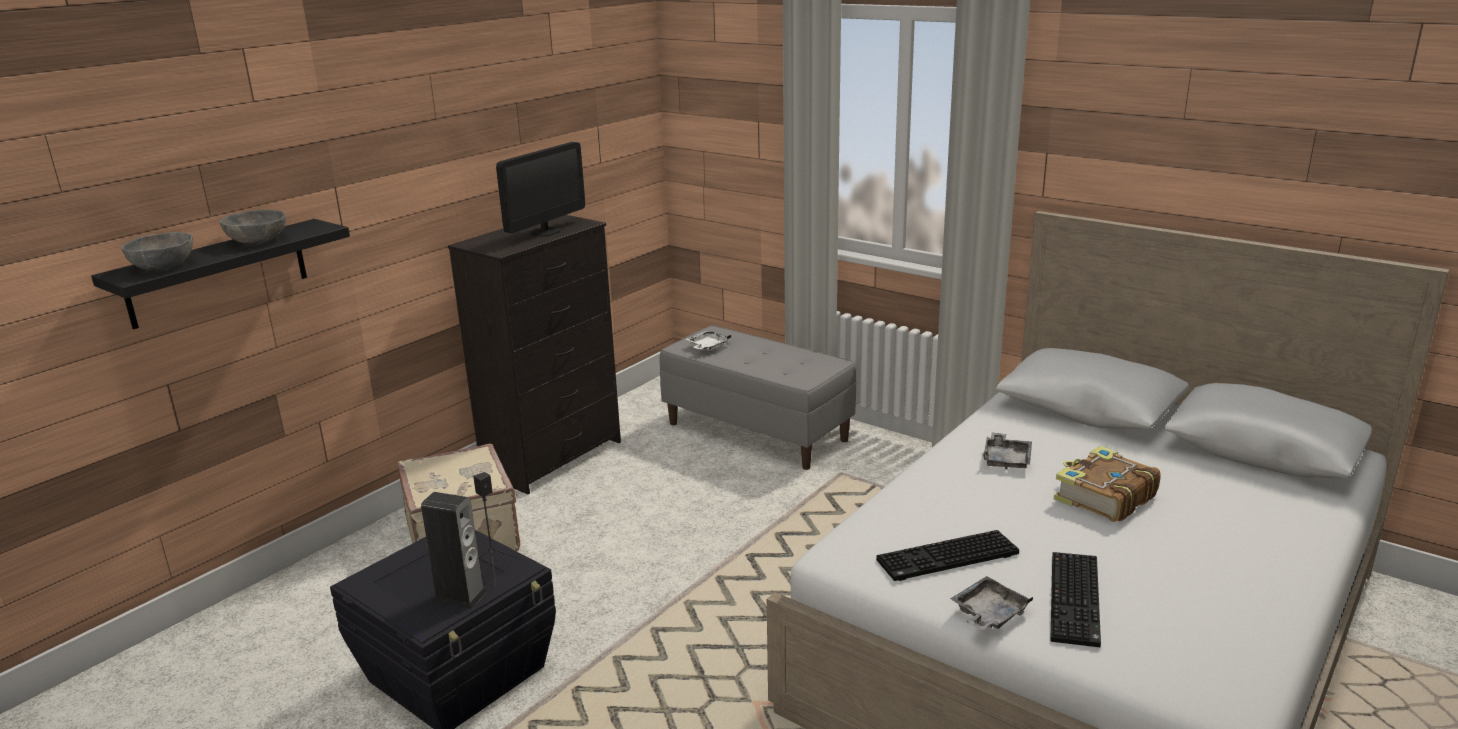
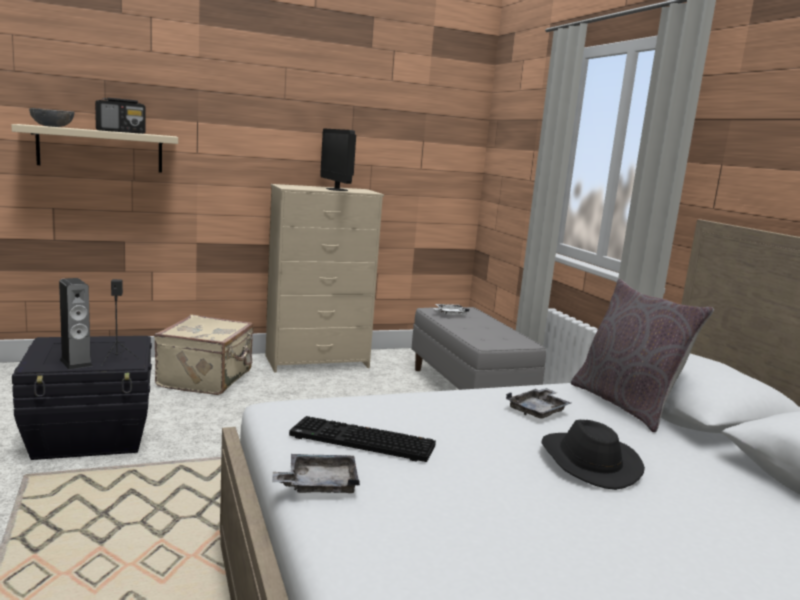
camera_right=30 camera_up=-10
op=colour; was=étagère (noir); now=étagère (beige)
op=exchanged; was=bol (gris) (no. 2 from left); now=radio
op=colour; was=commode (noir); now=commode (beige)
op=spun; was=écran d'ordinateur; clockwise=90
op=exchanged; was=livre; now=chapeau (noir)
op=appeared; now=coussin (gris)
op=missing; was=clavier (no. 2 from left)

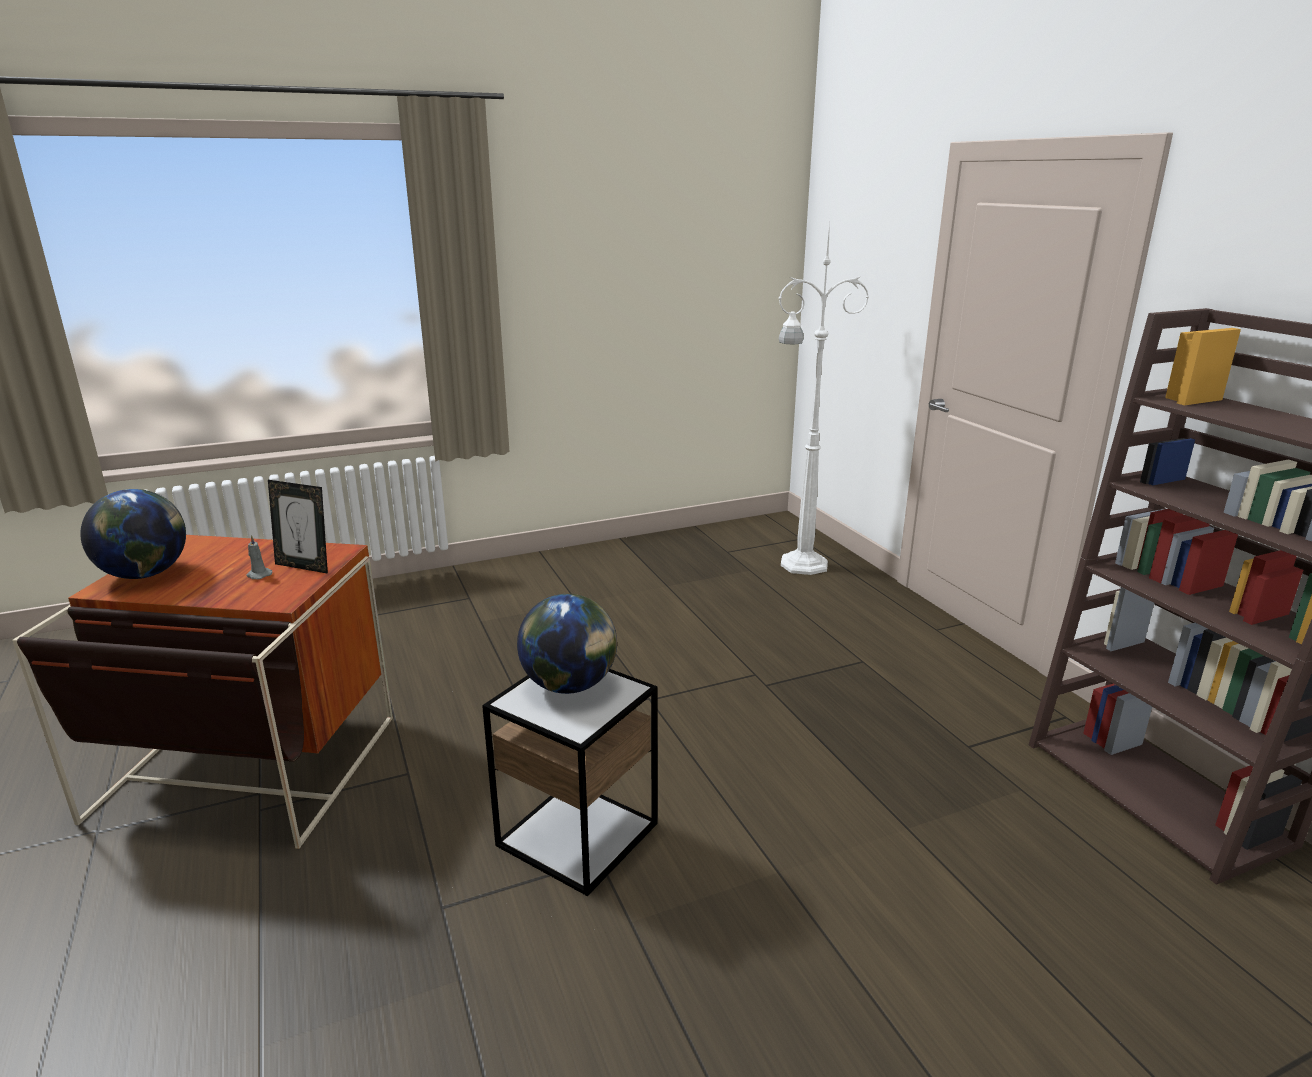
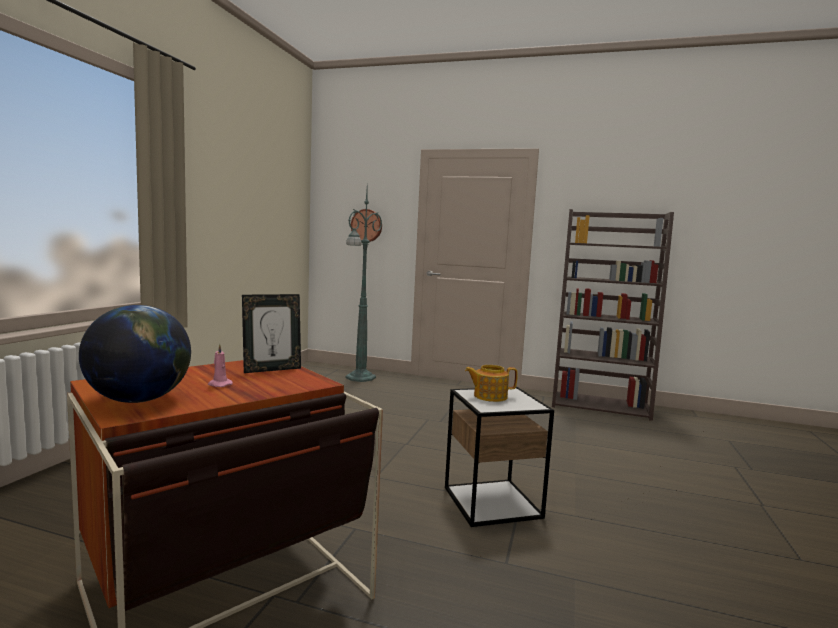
camera_right=-50 camera_up=-15
op=appeared; now=bougie (rose)
op=colour; was=lampadaire (blanc); now=lampadaire (vert)
op=appeared; now=horloge murale
op=exchanged; was=globe (no. 2 from left); now=théière
op=missing; was=bougie (gris)

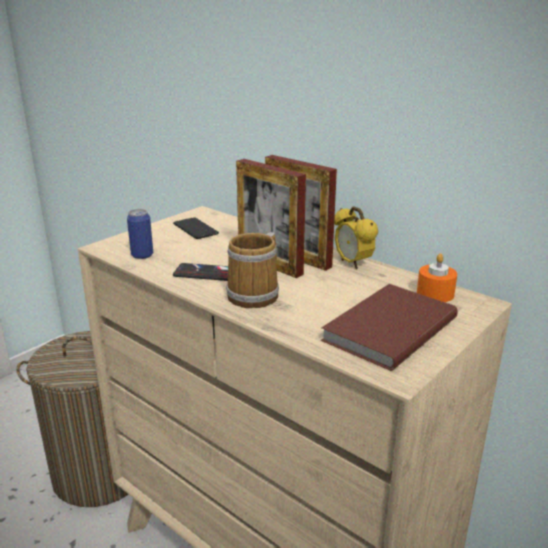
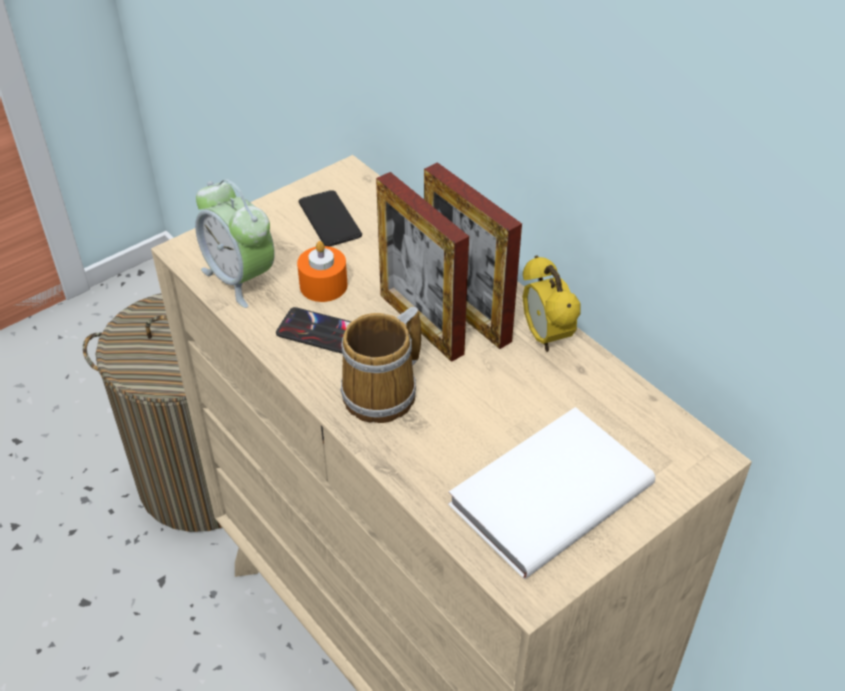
camera_right=10 camera_up=20
op=exchanged; was=boîte métallique; now=réveil (no. 1 from left)
op=relocated; was=bougie (orange)
op=colour; was=livre (marron); now=livre (blanc)

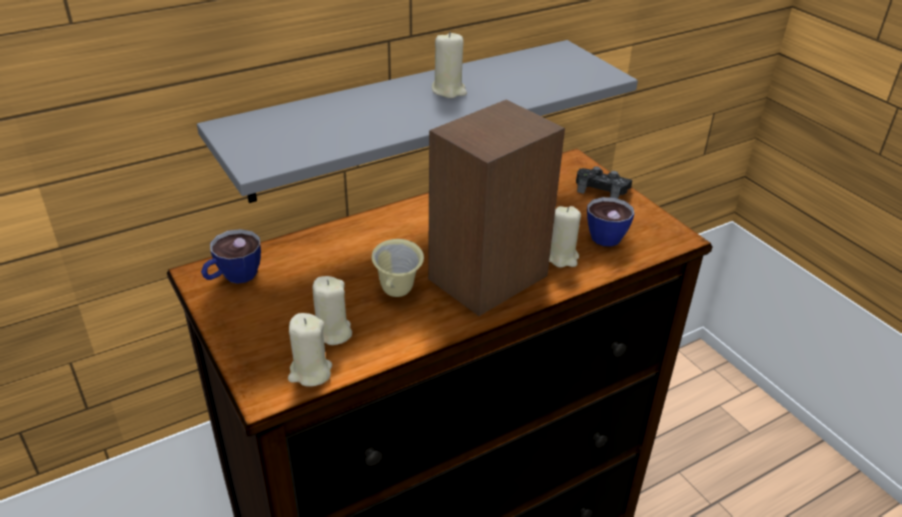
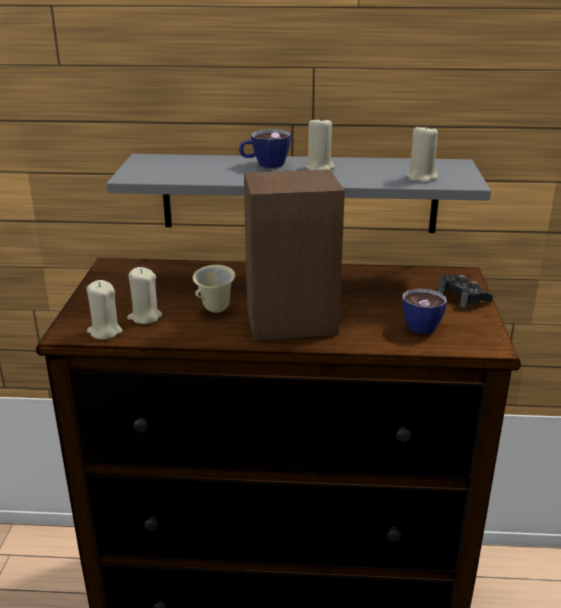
camera_right=35 camera_up=-10
op=relocated; was=tasse (no. 1 from left)
op=relocated; was=bougie (beige) (no. 4 from left)

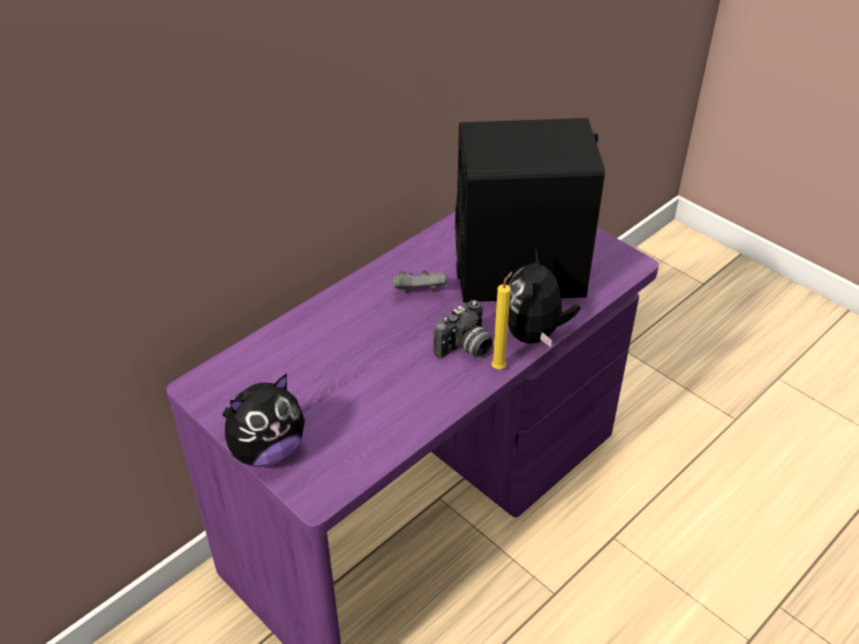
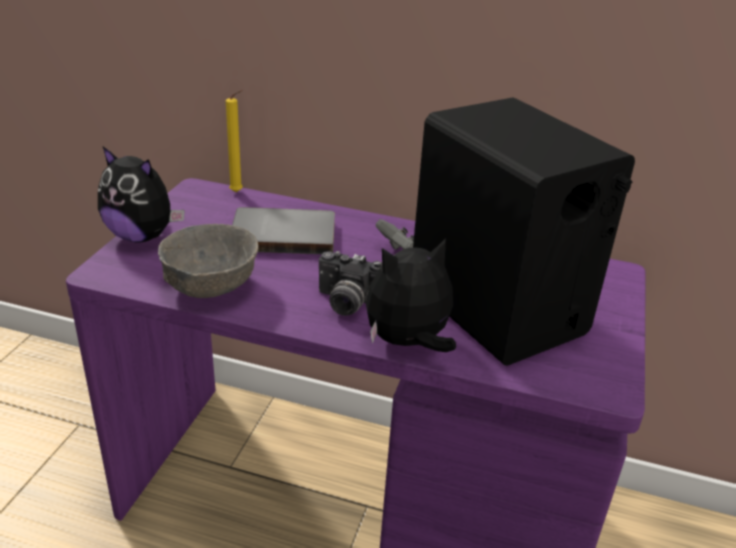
camera_right=60 camera_up=-10
op=appeared; now=bol (gris)
op=relocated; was=bougie (jaune)
op=appeared; now=livre (gris)

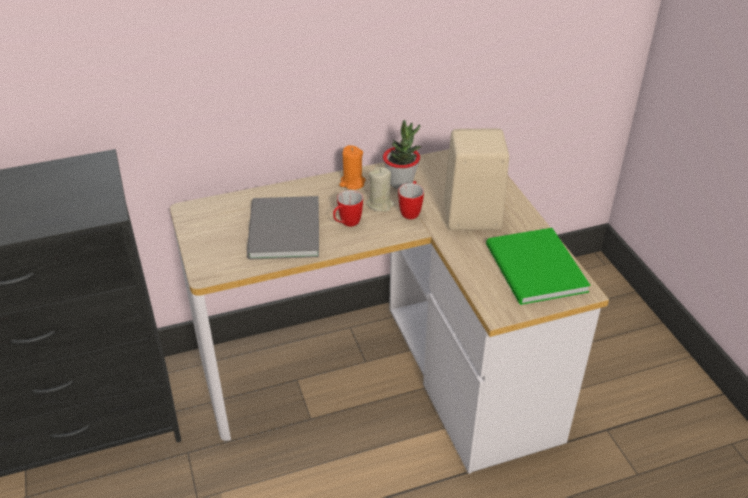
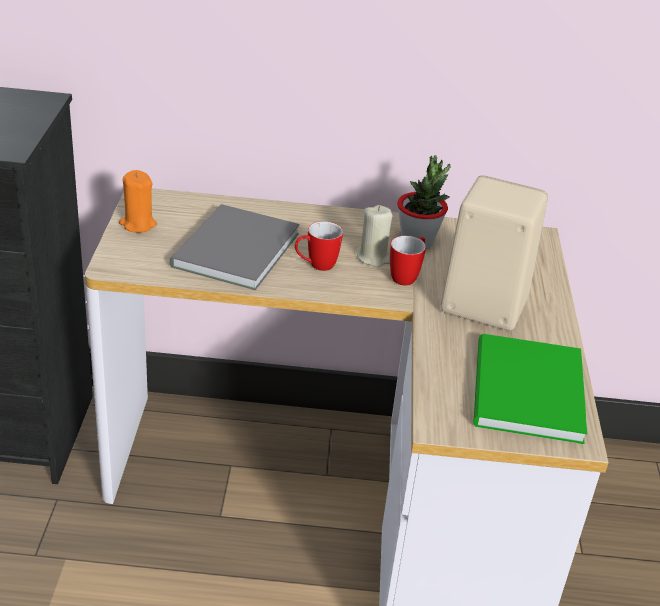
camera_right=20 camera_up=-5
op=relocated; was=bougie (orange)

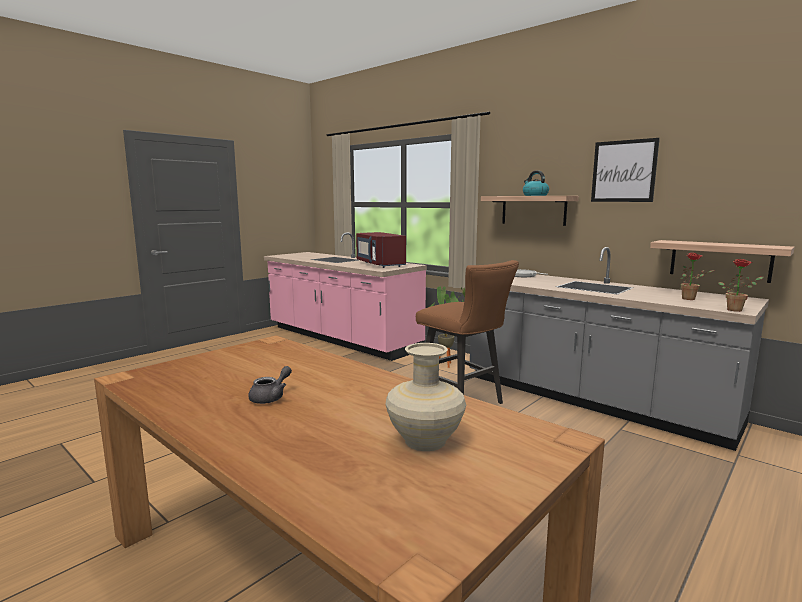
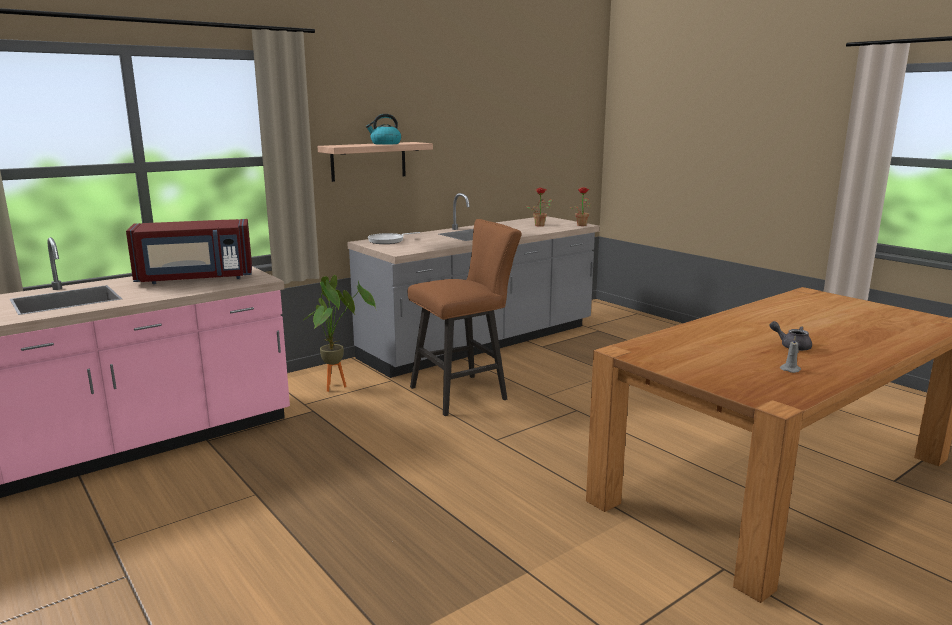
camera_right=-80 camera_up=5
op=appeared; now=bougie (gris)
op=missing; was=vase (beige)
op=missing; was=tableau
op=missing; was=étagère (no. 2 from left)

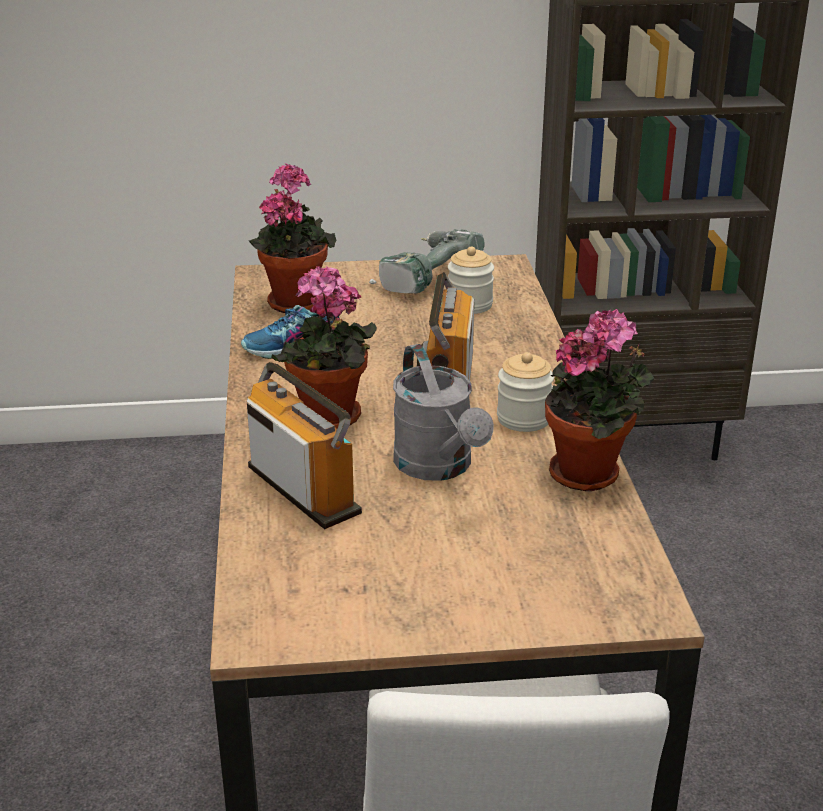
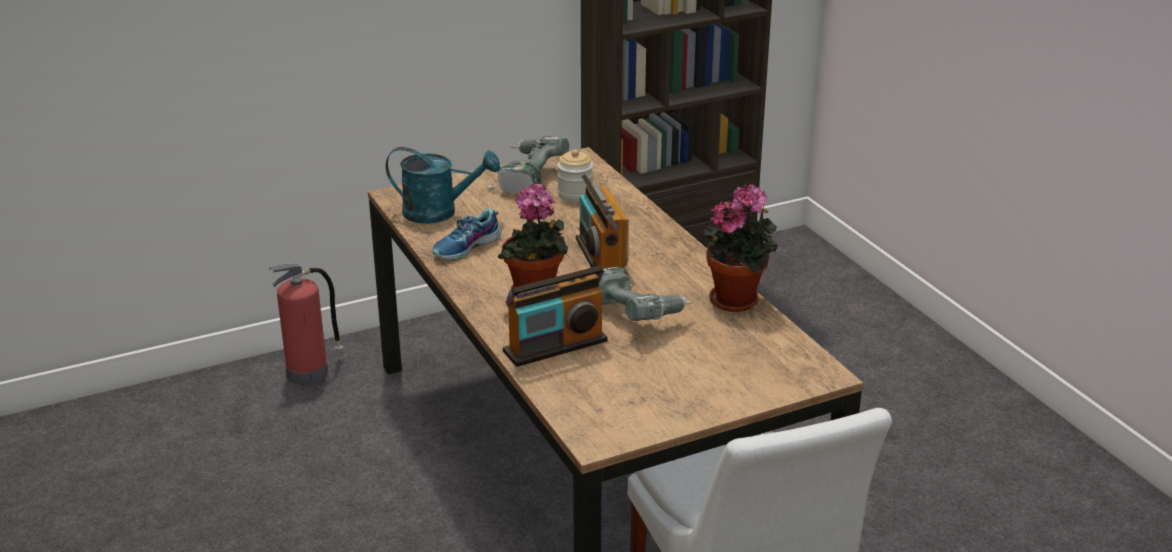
camera_right=-20 camera_up=0
op=appeared; now=extincteur
op=exchanged; was=plante en pot (no. 1 from left); now=arrosoir (turquoise)
op=spun; was=radio (no. 1 from left); clockwise=120
op=exchanged; was=arrosoir (gris); now=perceuse (no. 2 from left)
op=missing; was=bocal (no. 2 from left)

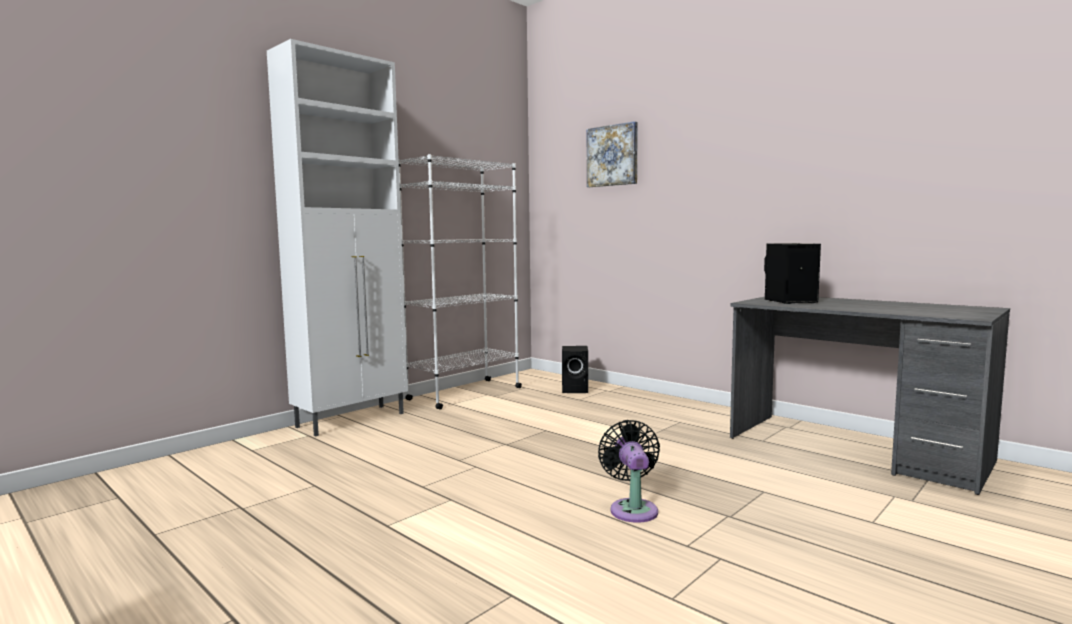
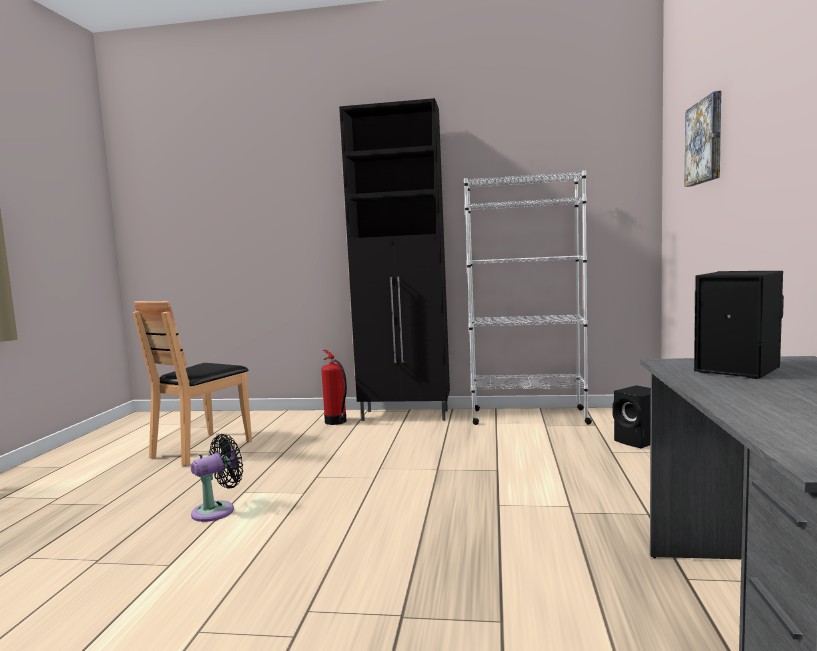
camera_right=55 camera_up=0
op=appeared; now=chaise (marron)
op=relocated; was=ventilateur (noir)
op=appeared; now=extincteur
op=colour; was=meuble de rangement (blanc); now=meuble de rangement (noir)

